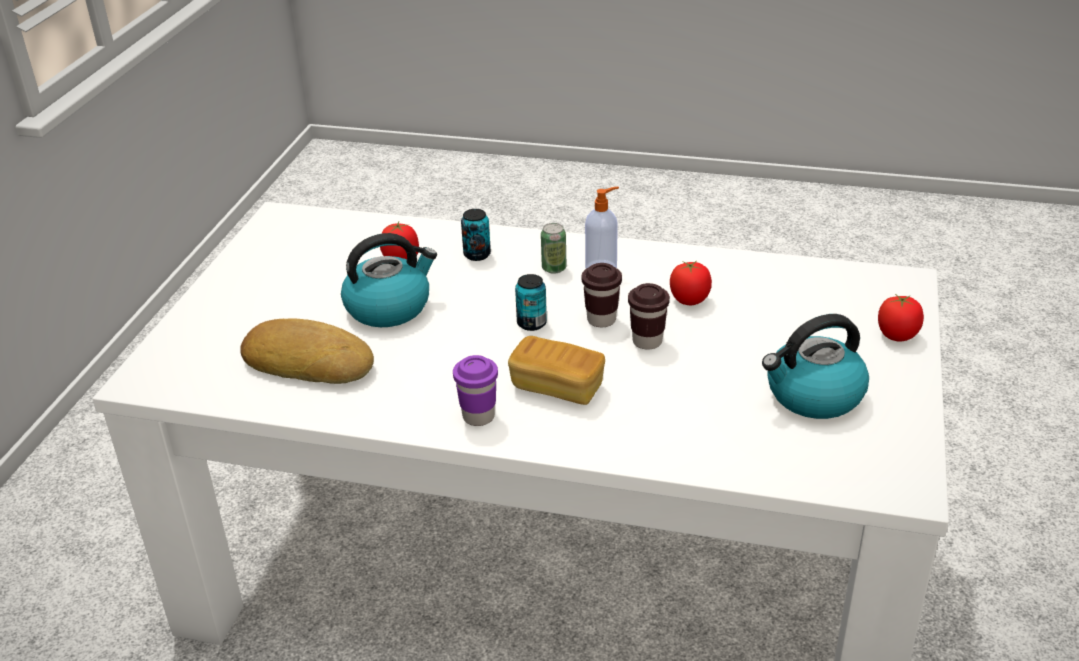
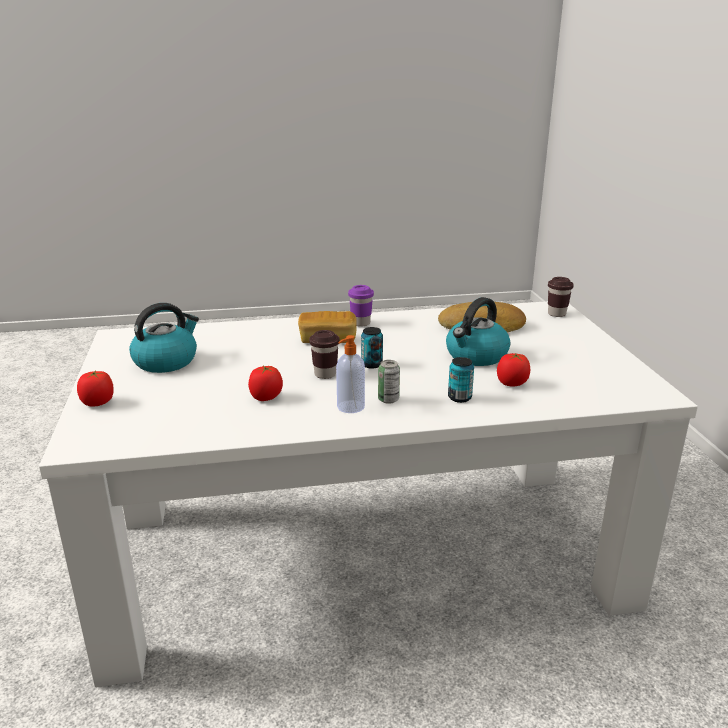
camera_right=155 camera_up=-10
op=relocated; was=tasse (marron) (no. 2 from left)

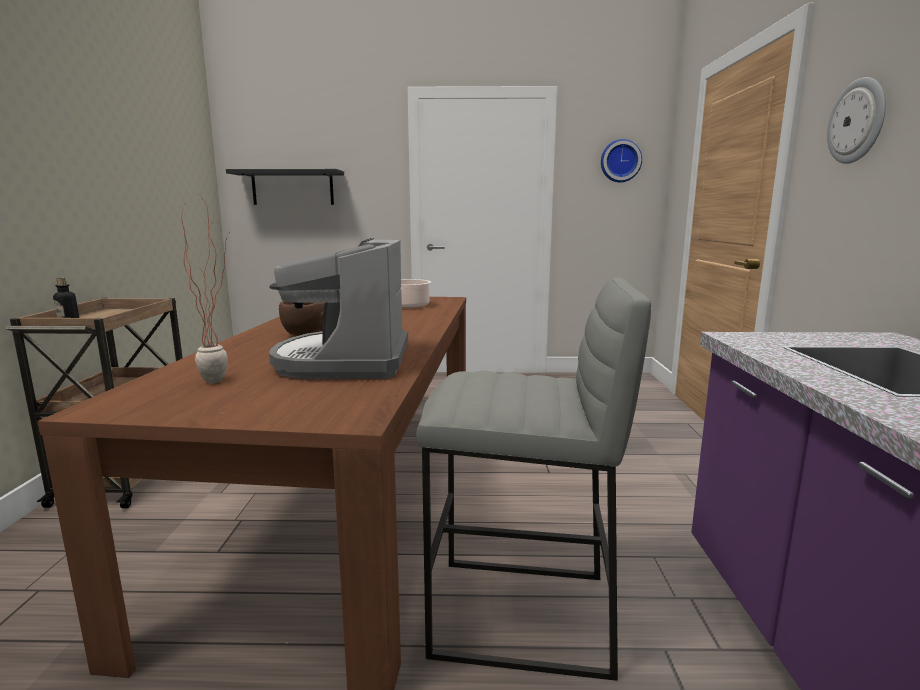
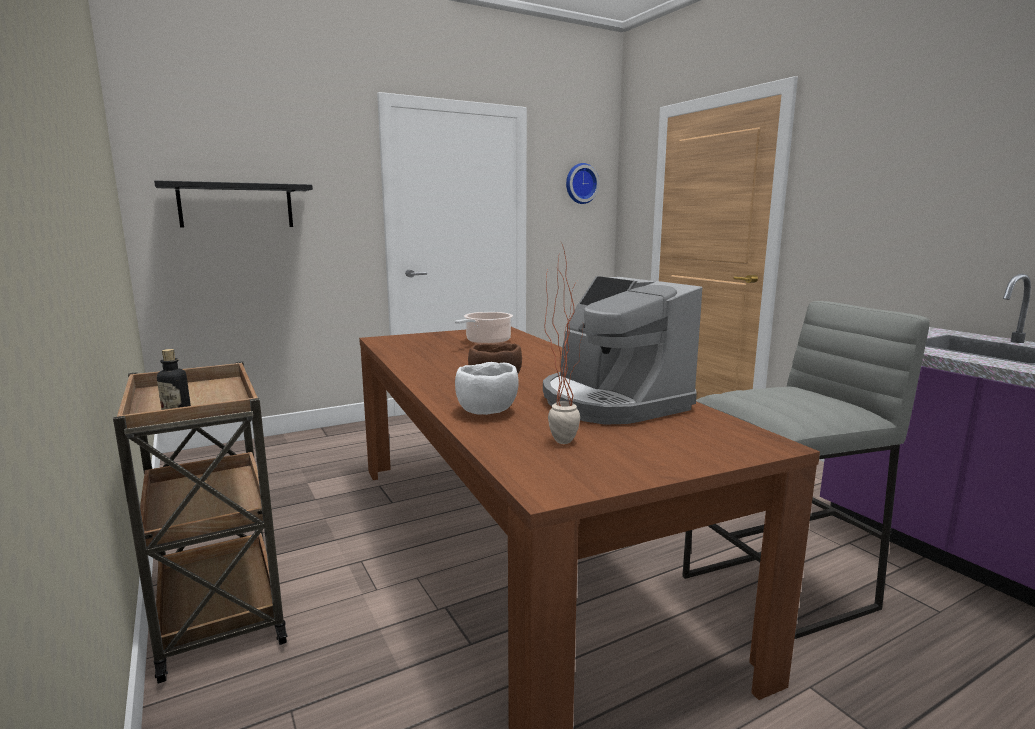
camera_right=-30 camera_up=0
op=appeared; now=bol (blanc)
op=missing; was=horloge murale (no. 2 from left)

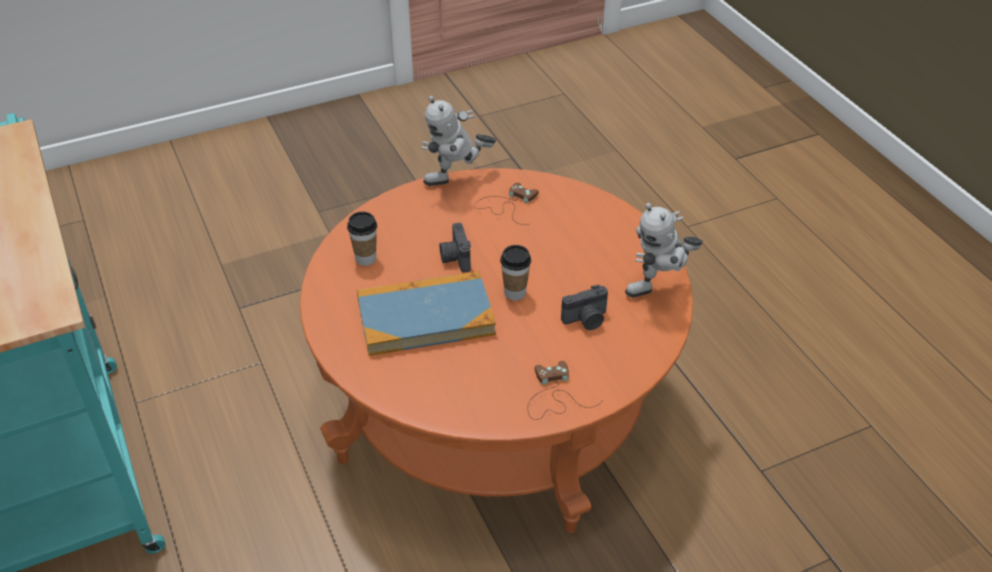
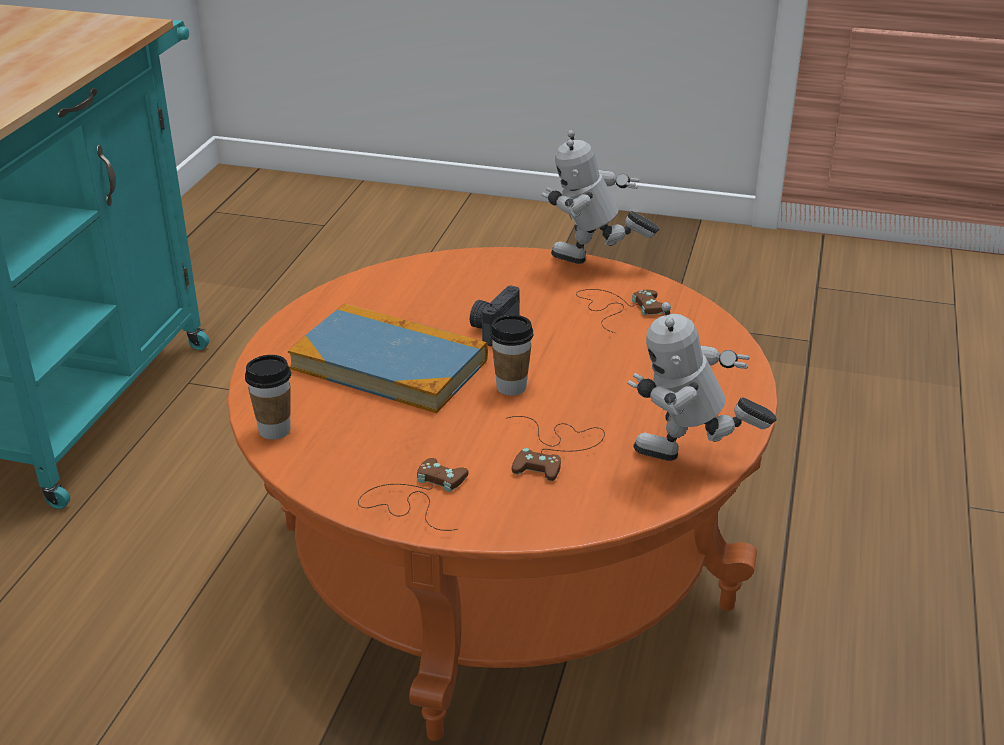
camera_right=40 camera_up=-10
op=relocated; was=tasse (no. 1 from left)
op=exchanged; was=appareil photo (no. 2 from left); now=manette (marron) (no. 2 from left)

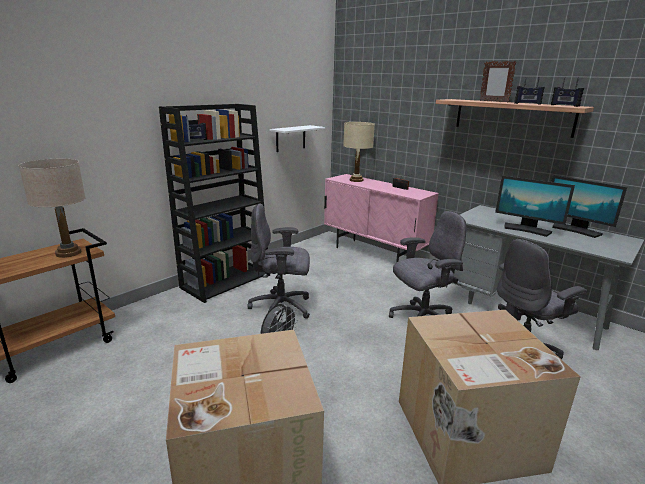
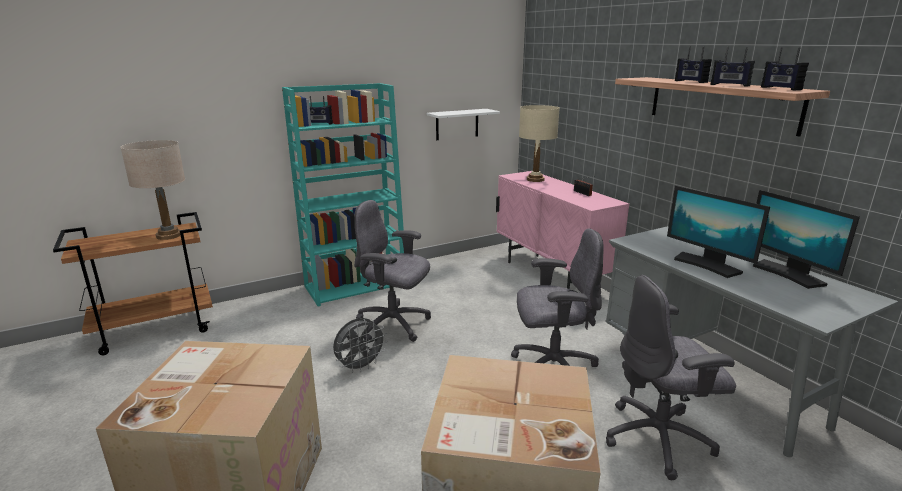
camera_right=20 camera_up=0
op=colour; was=bibliothèque (noir); now=bibliothèque (turquoise)
op=exchanged; was=cadre photo; now=radio (no. 3 from left)

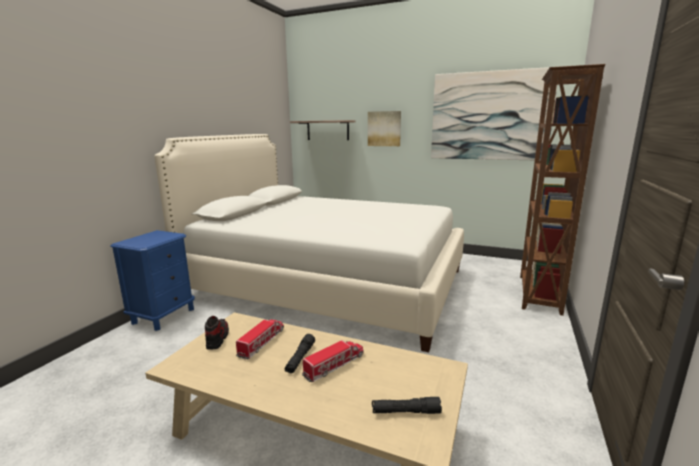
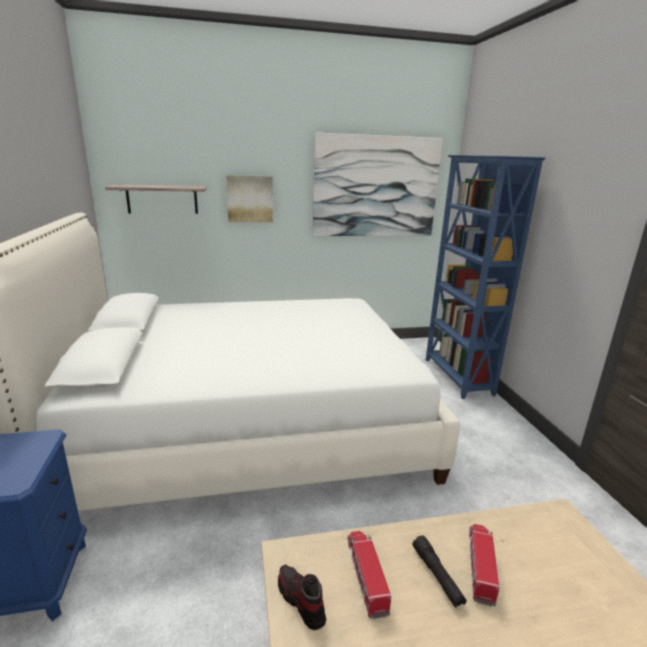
camera_right=-35 camera_up=5
op=colour; was=bibliothèque (marron); now=bibliothèque (bleu)
op=missing; was=lampe de poche (noir) (no. 2 from left)

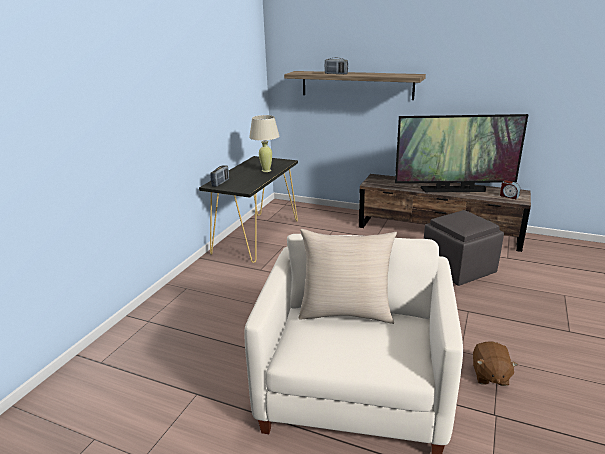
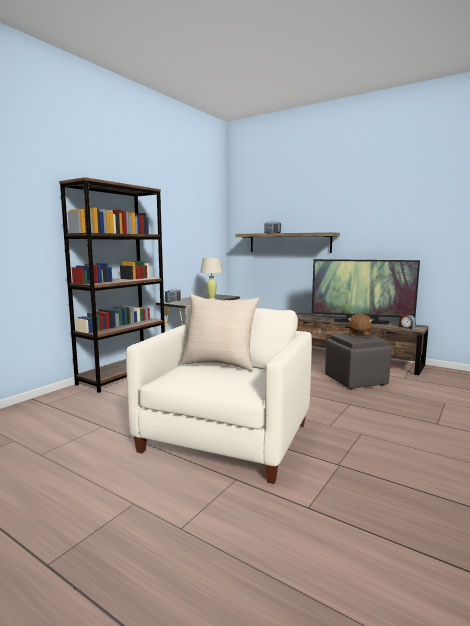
camera_right=10 camera_up=-15
op=appeared; now=bibliothèque (marron)
op=relocated; was=peluche (marron)

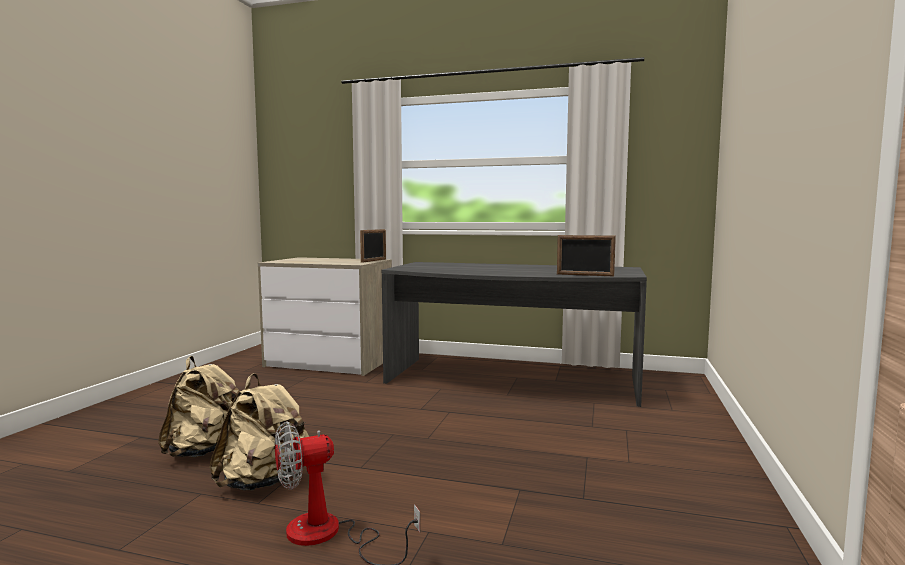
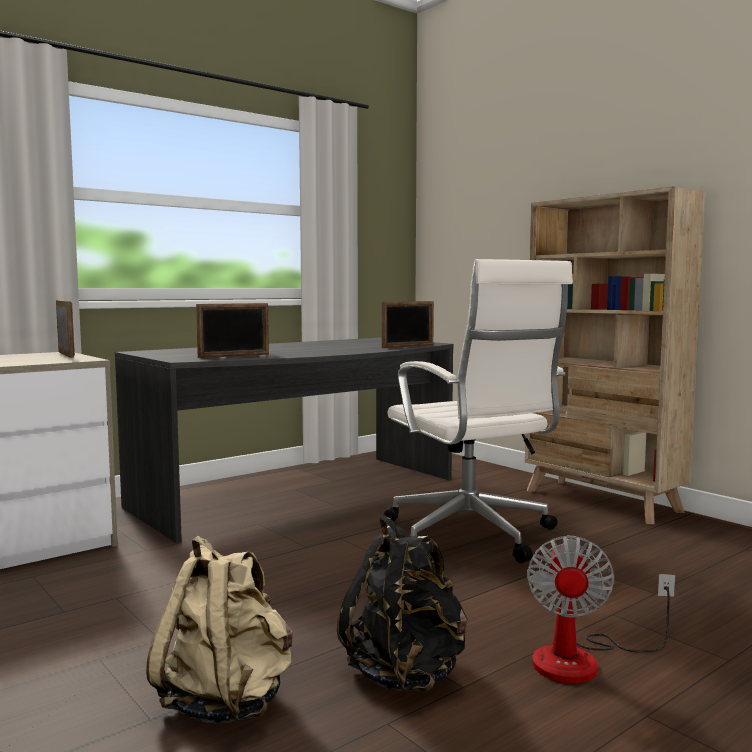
camera_right=-55 camera_up=0
op=appeared; now=cadre photo (no. 2 from left)
op=colour; was=sac à dos (beige) (no. 2 from left); now=sac à dos (noir)
op=appeared; now=chaise de bureau (blanc)
op=appeared; now=bibliothèque (beige)

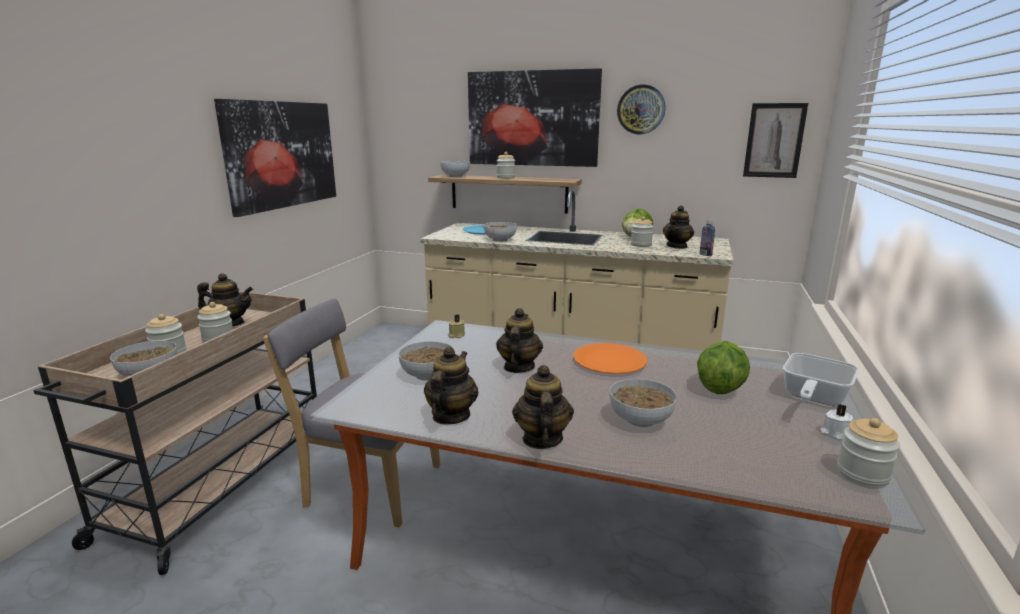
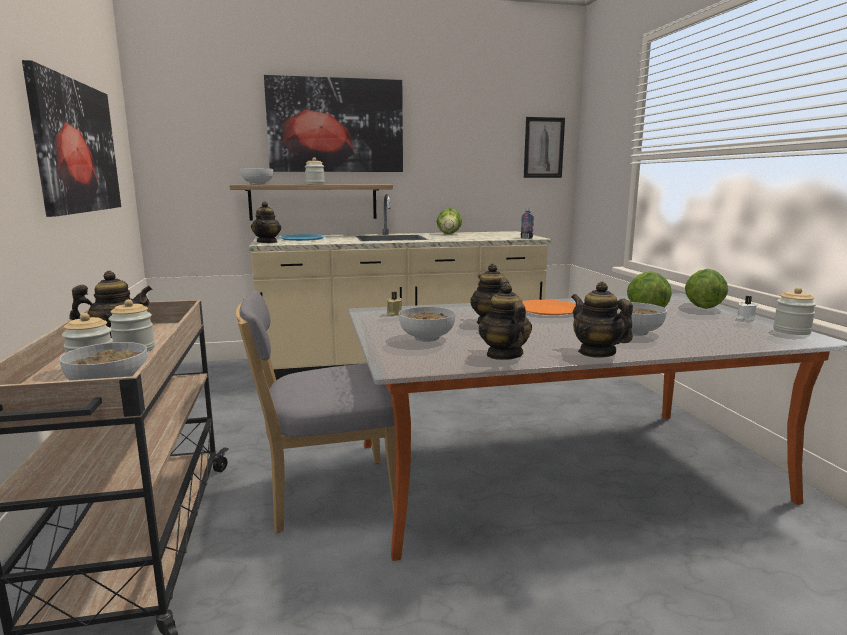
camera_right=-30 camera_up=-5
op=relocated; was=théière (no. 5 from left in the first image); now=théière (no. 2 from left)
op=exchanged; was=poêle; now=laitue (no. 3 from left)
op=missing; was=bol (no. 4 from left)
op=missing; was=horloge murale
op=missing; was=bocal (no. 4 from left)

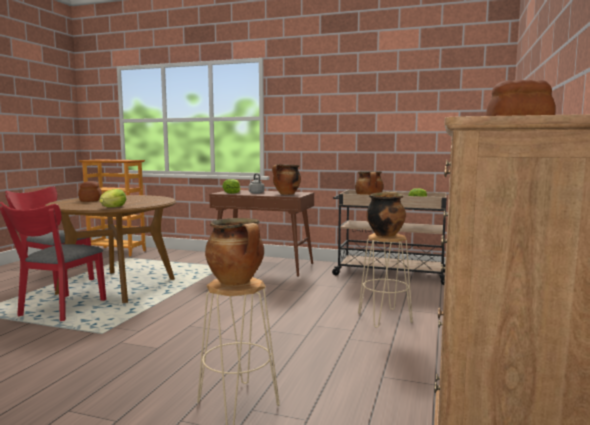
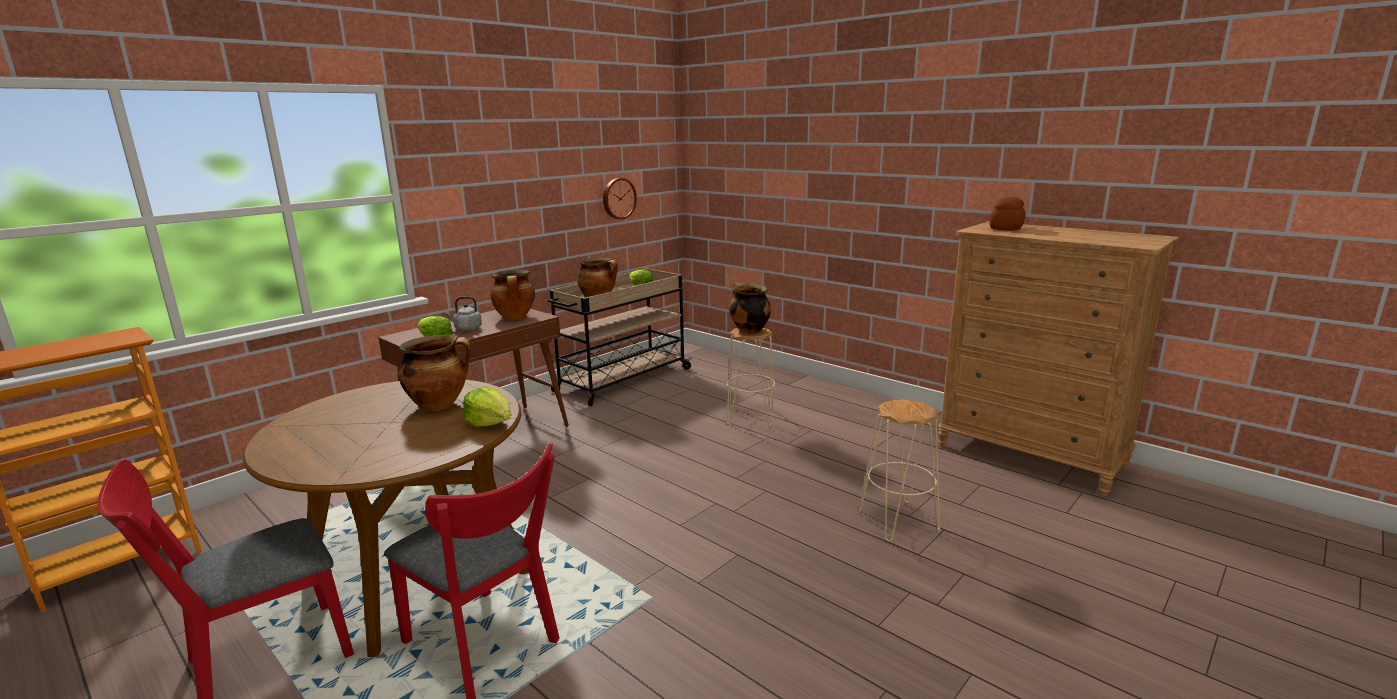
camera_right=-65 camera_up=10
op=relocated; was=marmite (no. 1 from left)
op=appeared; now=horloge murale
op=missing; was=pain (no. 1 from left)

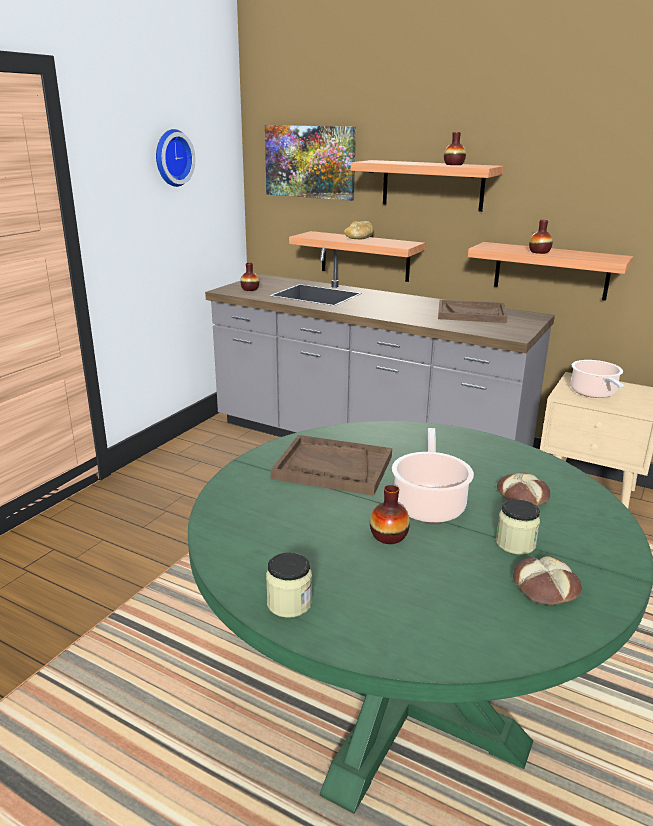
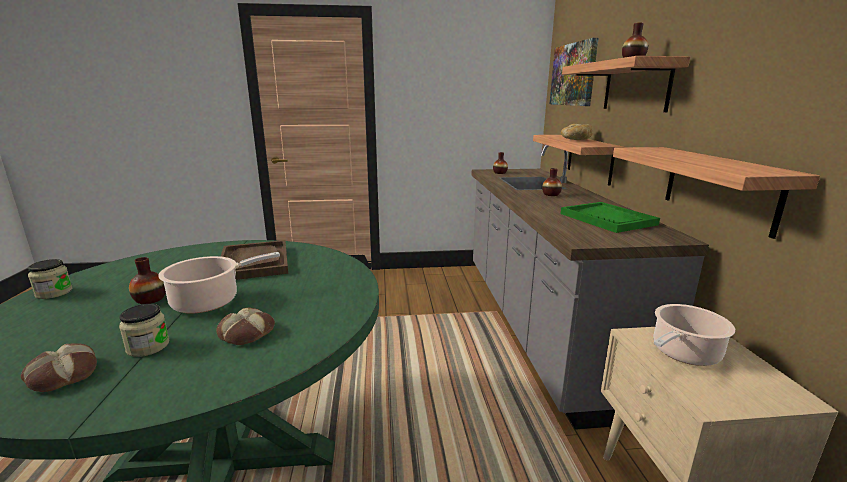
camera_right=55 camera_up=-5
op=relocated; was=vase (no. 4 from left in the first image); now=vase (no. 3 from left)
op=colour; was=plateau (marron) (no. 2 from left); now=plateau (vert)
op=missing; was=horloge murale

